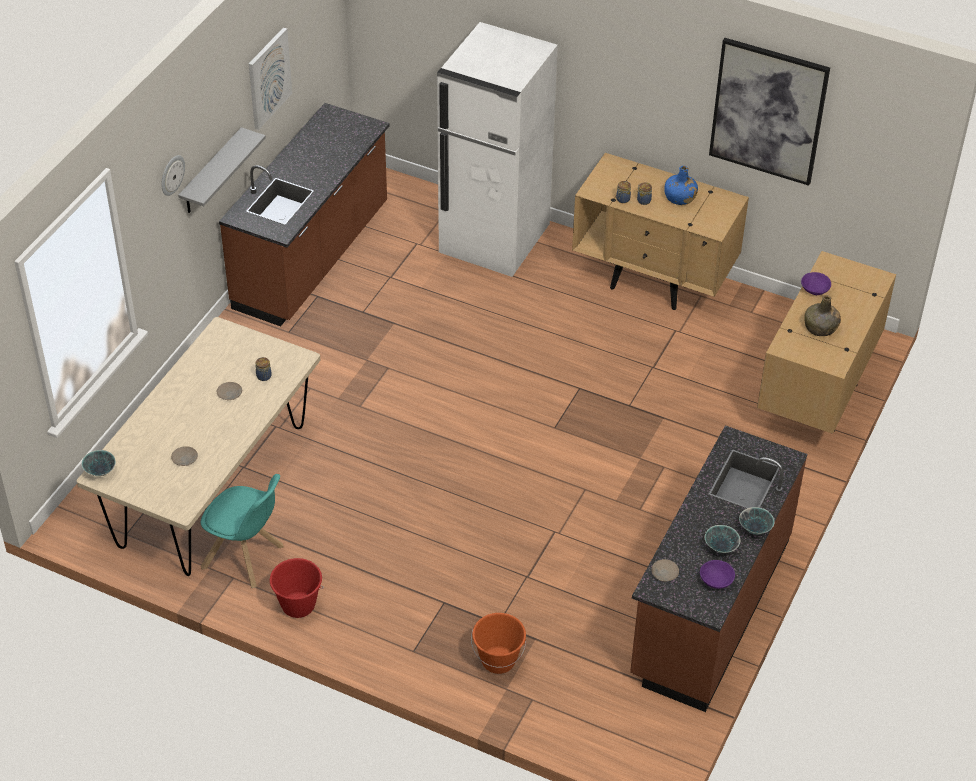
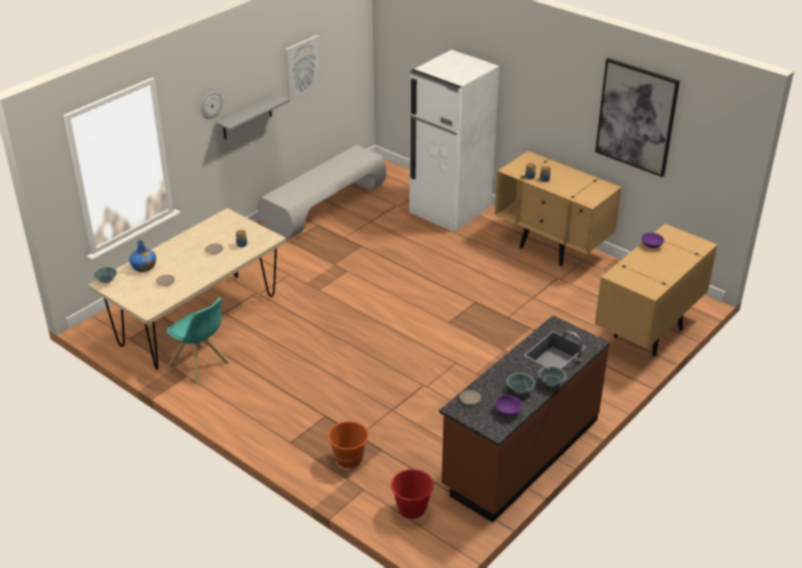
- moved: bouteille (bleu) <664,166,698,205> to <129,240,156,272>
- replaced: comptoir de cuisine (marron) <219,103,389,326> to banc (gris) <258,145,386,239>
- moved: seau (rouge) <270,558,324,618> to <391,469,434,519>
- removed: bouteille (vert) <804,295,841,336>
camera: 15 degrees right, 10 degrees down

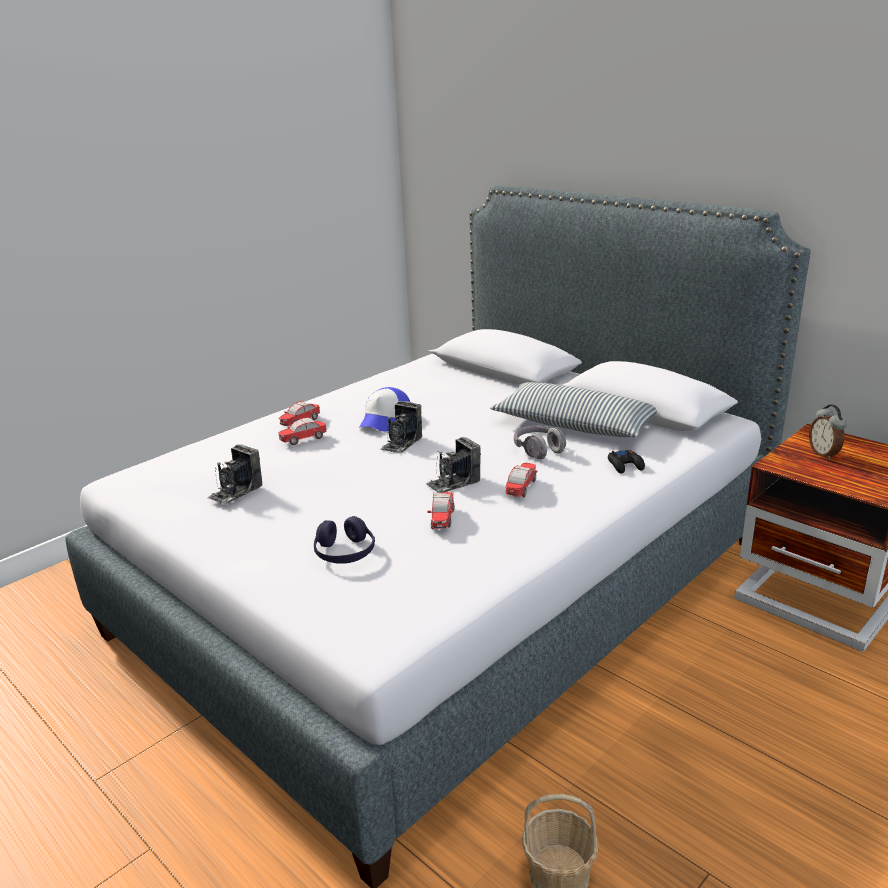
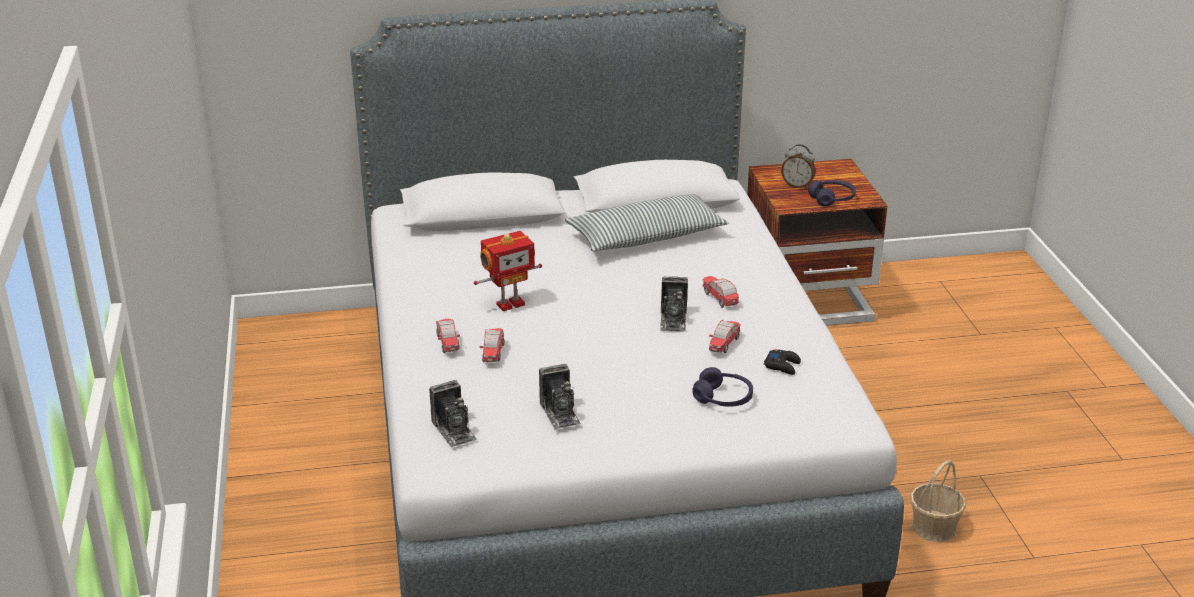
- moved: appareil photo <380,401,422,453> to <429,380,477,447>
- replaced: casquette <359,387,410,432> to robot jouet <473,231,542,311>
- turned: petite voiture <427,492,455,529> = <709,320,741,353> 75 degrees clockwise
- moved: manette (noir) <608,450,645,474> to <764,350,801,375>
- added: casque audio (violet) <808,180,856,207>
- removed: casque audio (gris) <514,426,566,459>
camera: 55 degrees left, 5 degrees up

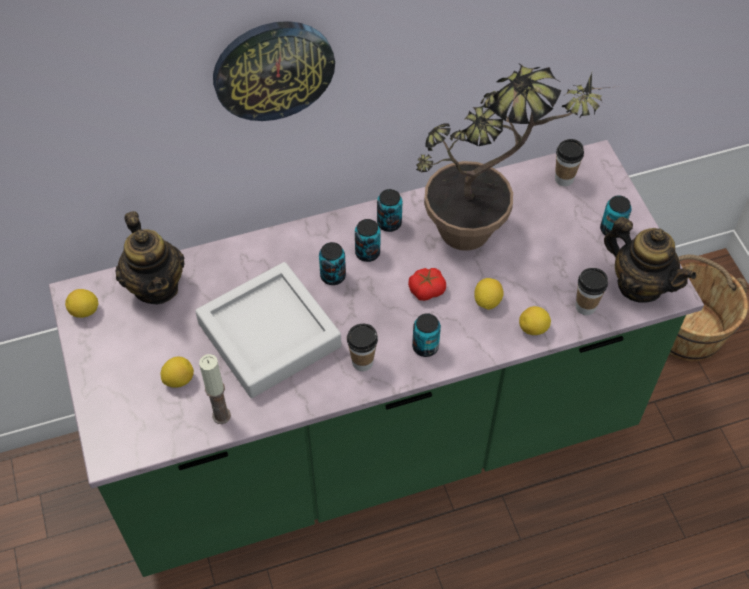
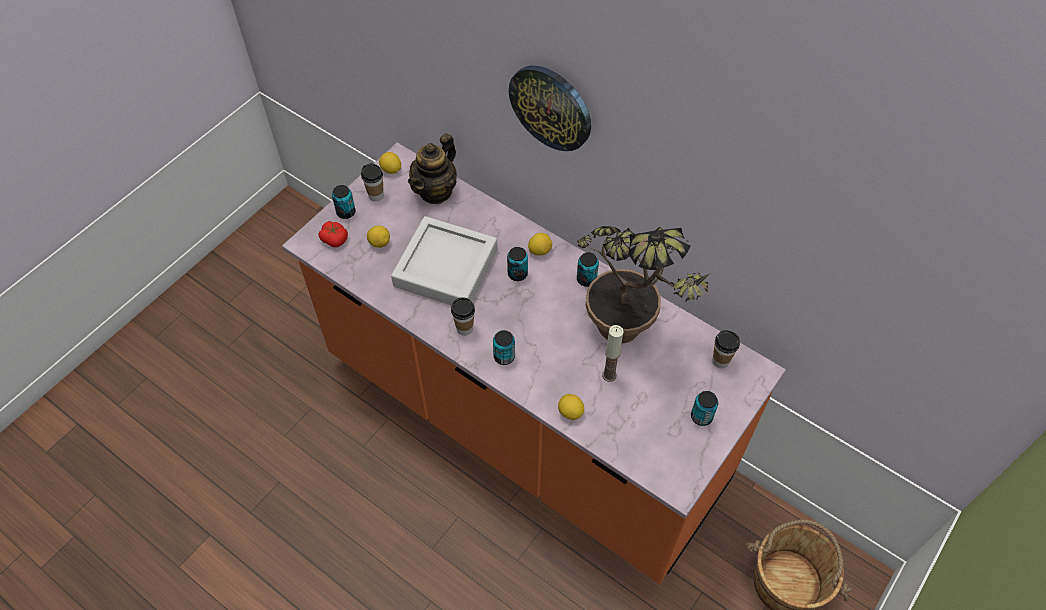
- recoloured: comptoir de cuisine (vert) <49,140,704,577> to comptoir de cuisine (orange) <282,143,786,584>
- moved: tomate <408,268,446,301> to <319,221,348,247>
- moved: boîte métallique <355,219,380,262> to <332,185,356,219>
- moved: tasse <576,268,608,315> to <361,163,384,202>
- moved: citron <474,278,504,310> to <528,233,552,256>
- moved: bougie <199,354,231,424> to <602,325,624,382>
- removed: théière <604,217,696,303>
camera: 55 degrees right, 0 degrees up

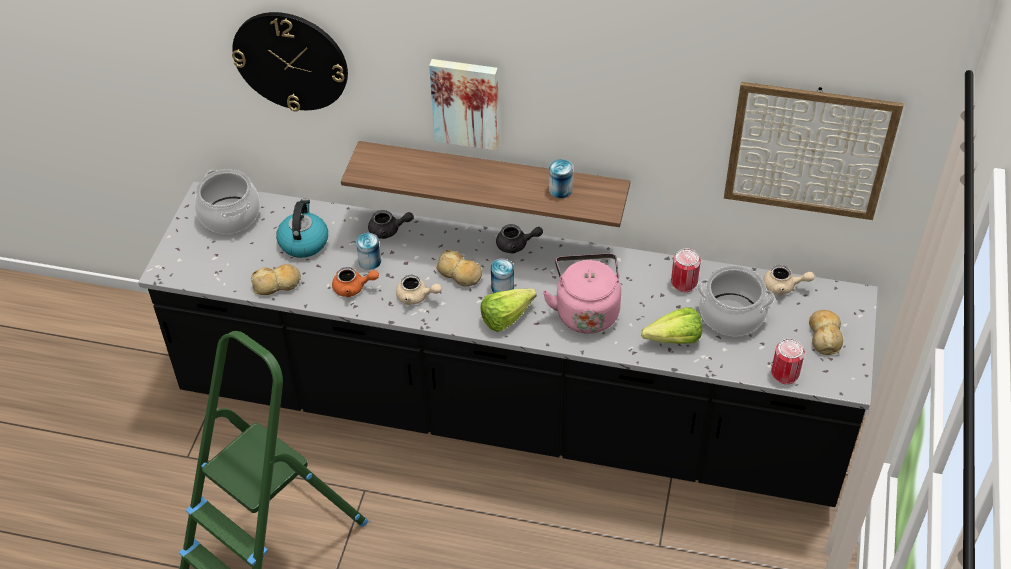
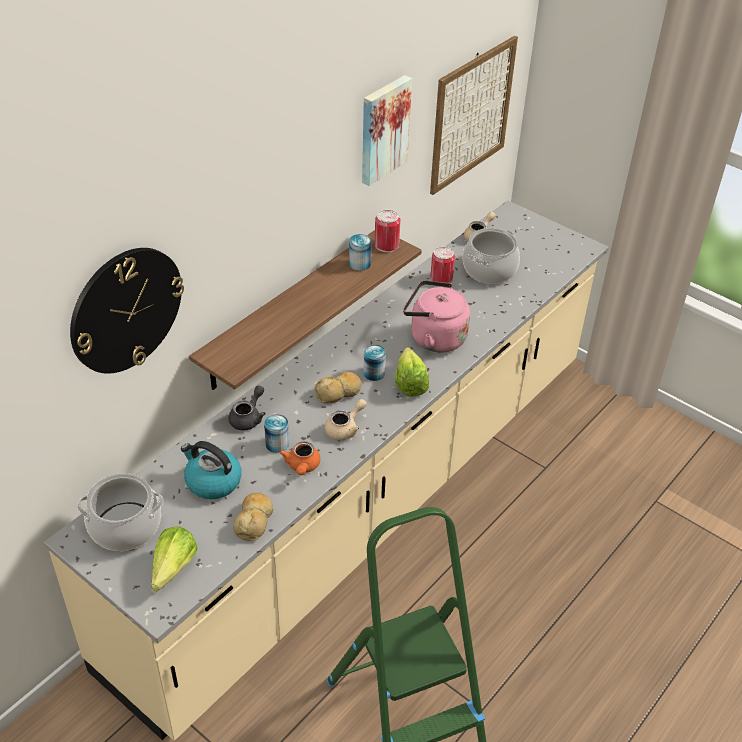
- recoloured: comptoir de cuisine (noir) <138,181,878,507> to comptoir de cuisine (beige) <44,200,609,741>
- moved: laitue <641,307,702,344> to <151,526,198,591>
- turned: théière (orange) <332,267,379,297> = <279,441,320,475> 150 degrees clockwise
- moved: tableau <429,59,499,151> to <362,75,412,186>
- moved: boîte métallique <771,339,805,384> to <374,210,401,252>
- removed: théière (gris) <496,224,543,253>
- removed: pain <809,310,843,355>
camera: 65 degrees left, 5 degrees down

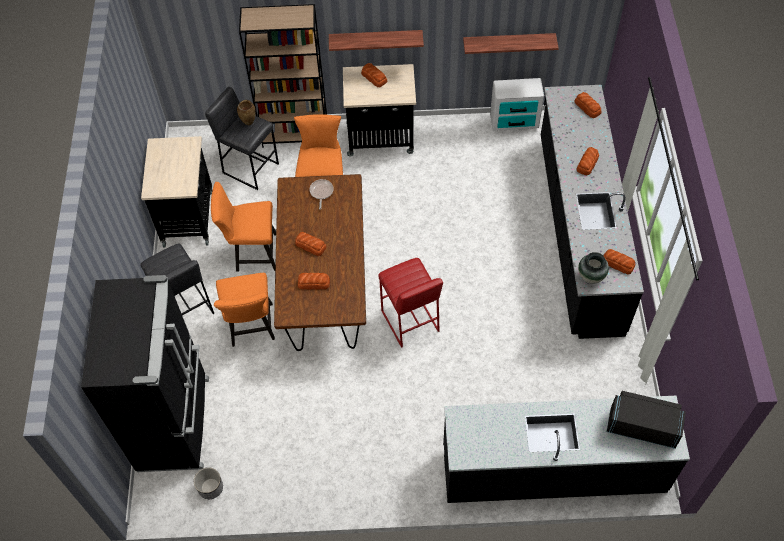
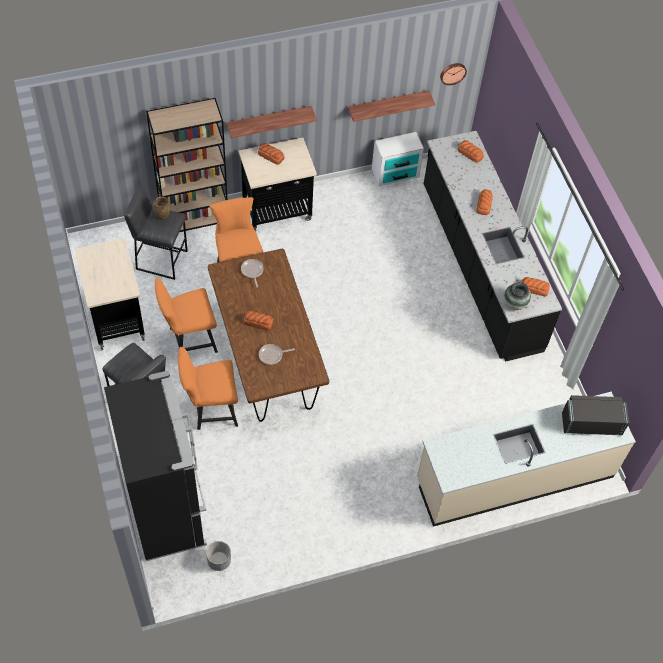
- turned: chaise (orange) <214,273,275,347> = <178,347,238,430> 105 degrees clockwise
- replaced: pain <298,273,330,290> to poêle <259,344,295,365>
- recoloured: comptoir de cuisine (noir) <443,395,690,503> to comptoir de cuisine (beige) <417,392,636,527>
- added: horloge murale <440,63,467,85>
- removed: tabouret (rouge) <378,258,443,348>
camera: 20 degrees left, 0 degrees up

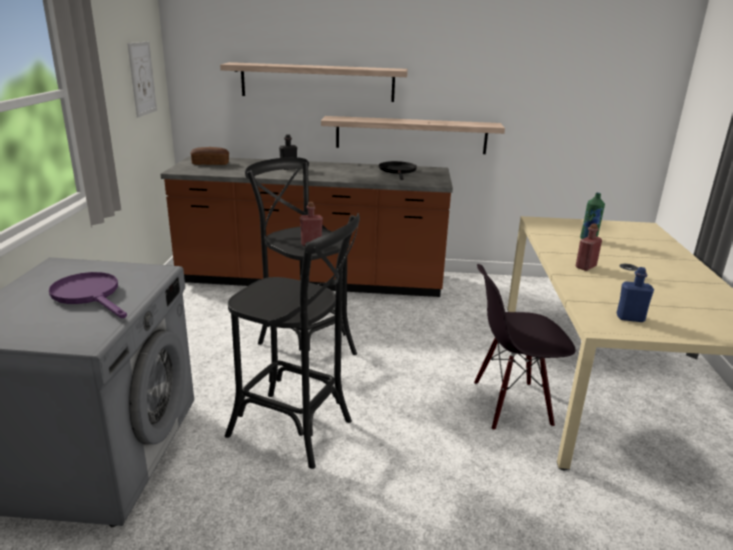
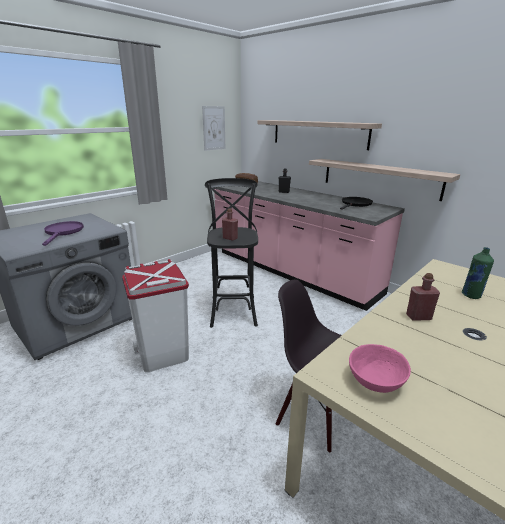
- replaced: tabouret (noir) <225,213,360,469> to poubelle (blanc) <122,259,189,373>
- recoloured: comptoir de cuisine (marron) <161,156,453,297> to comptoir de cuisine (rose) <214,181,405,311>
- replaced: bouteille (bleu) <617,267,654,322> to bol (rose) <349,344,411,393>
camera: 40 degrees right, 0 degrees up

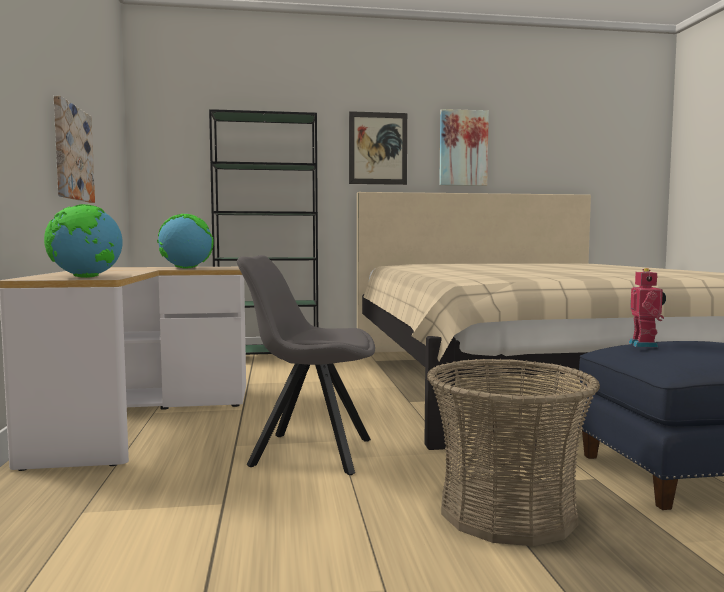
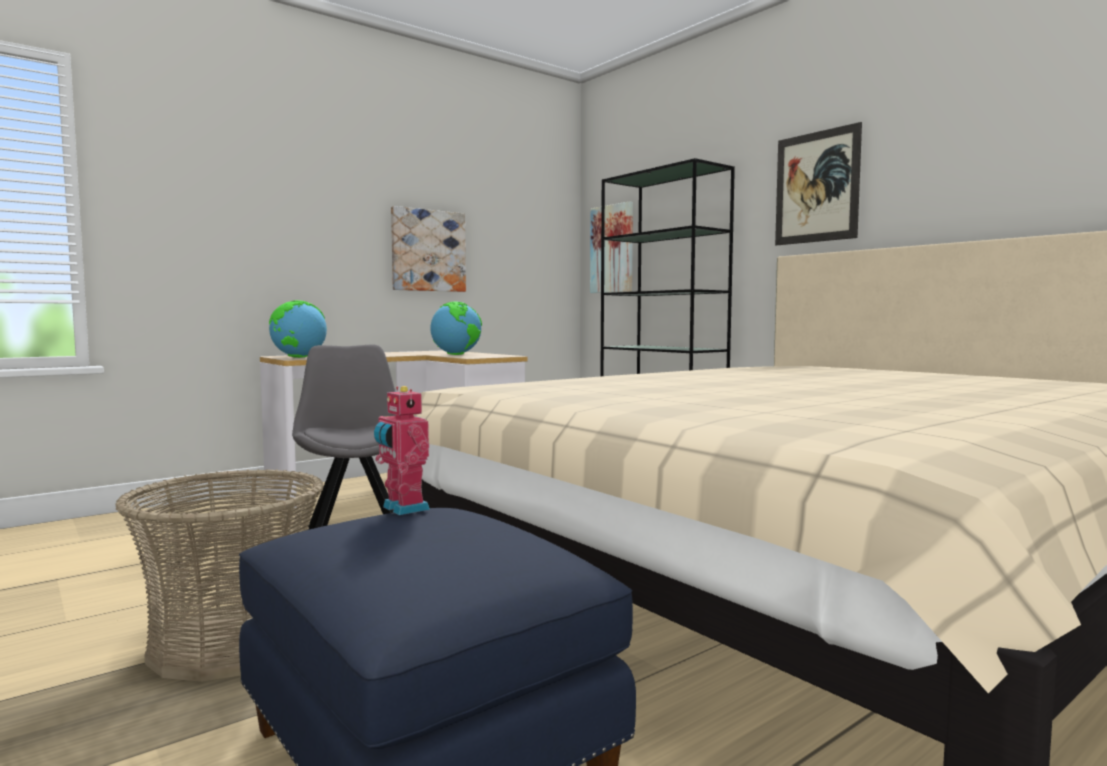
- turned: robot jouet <629,268,666,348> = <374,386,430,515> 75 degrees clockwise
- moved: tableau <439,109,489,186> to <590,201,633,293>
camera: 60 degrees right, 0 degrees up

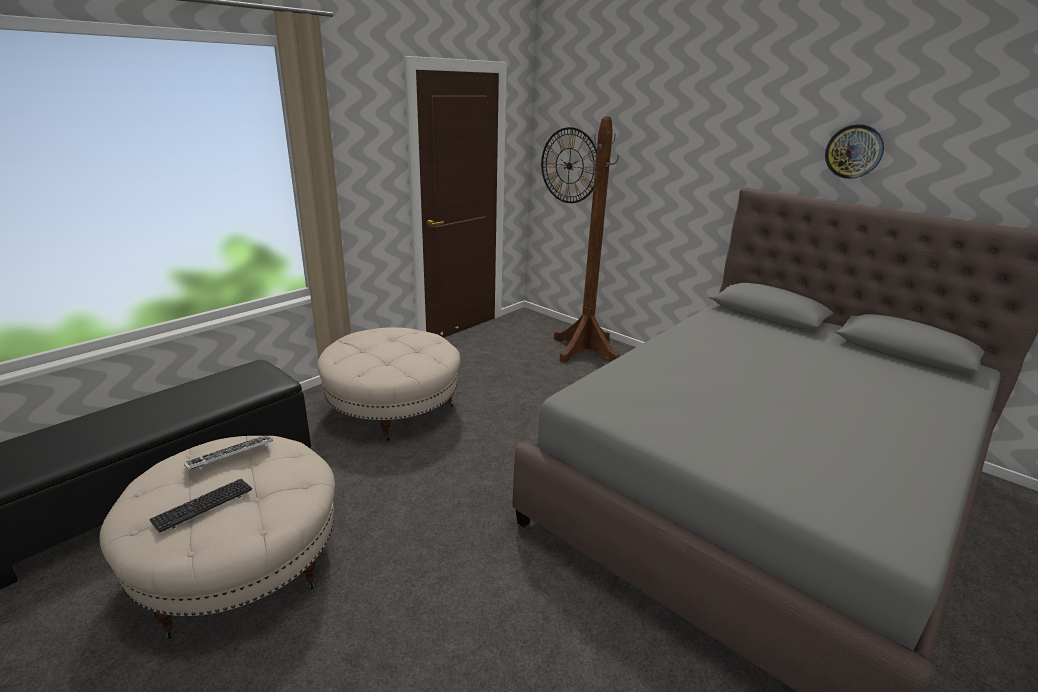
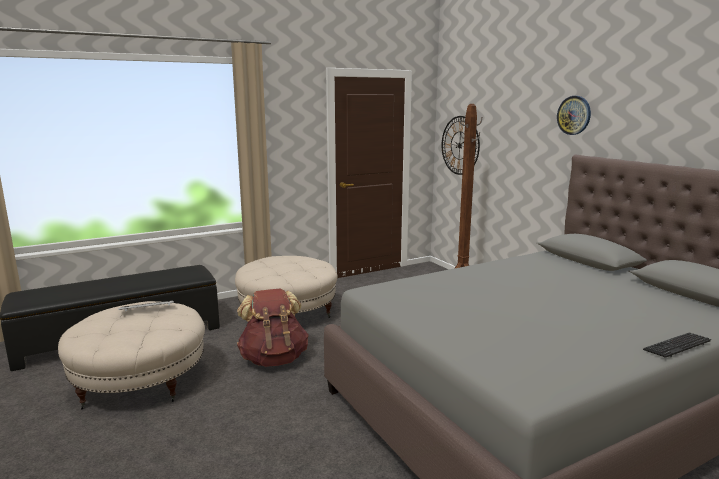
- added: sac à dos (marron) <237,288,309,367>
- moved: horloge murale <825,124,884,179> to <557,96,591,135>
- moved: clavier <149,479,252,533> to <643,333,711,358>
camera: 20 degrees right, 10 degrees down

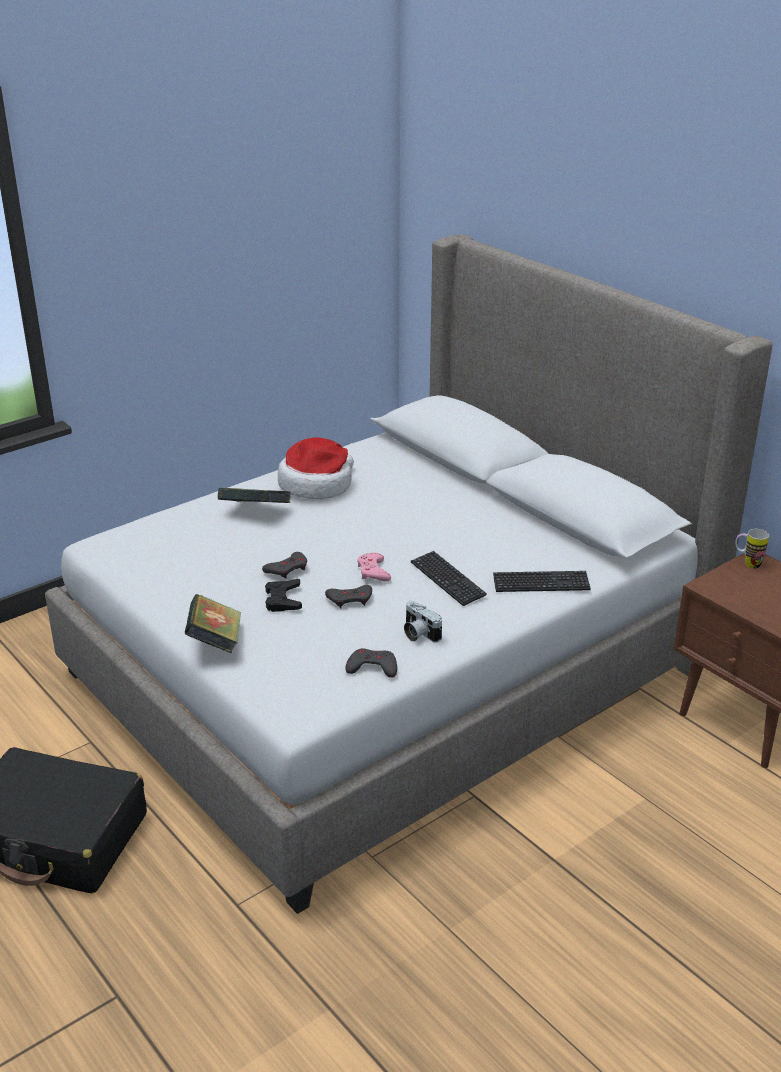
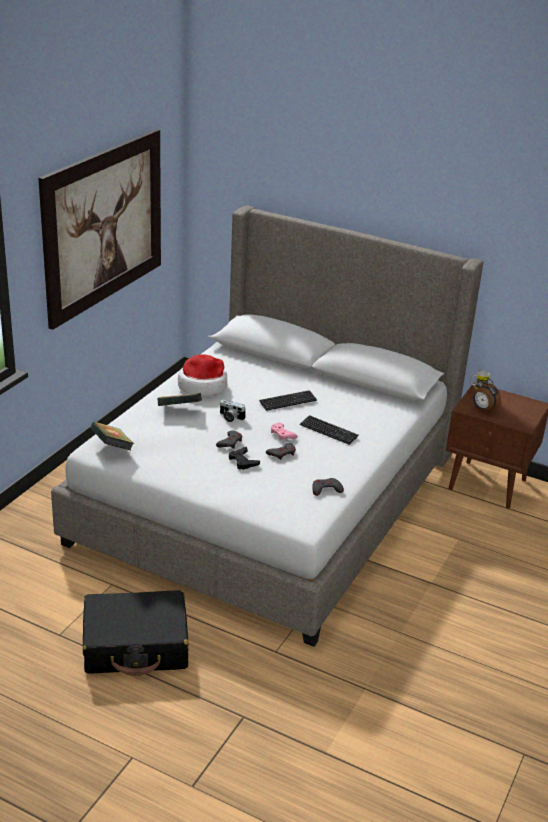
- added: tableau <38,129,161,330>
- moved: livre <185,594,241,654> to <90,422,134,451>
- moved: appareil photo <404,601,442,643> to <220,400,246,422>
- moved: clavier <493,571,591,592> to <259,390,317,411>
- added: réveil <473,377,501,412>
camera: 25 degrees left, 0 degrees up

